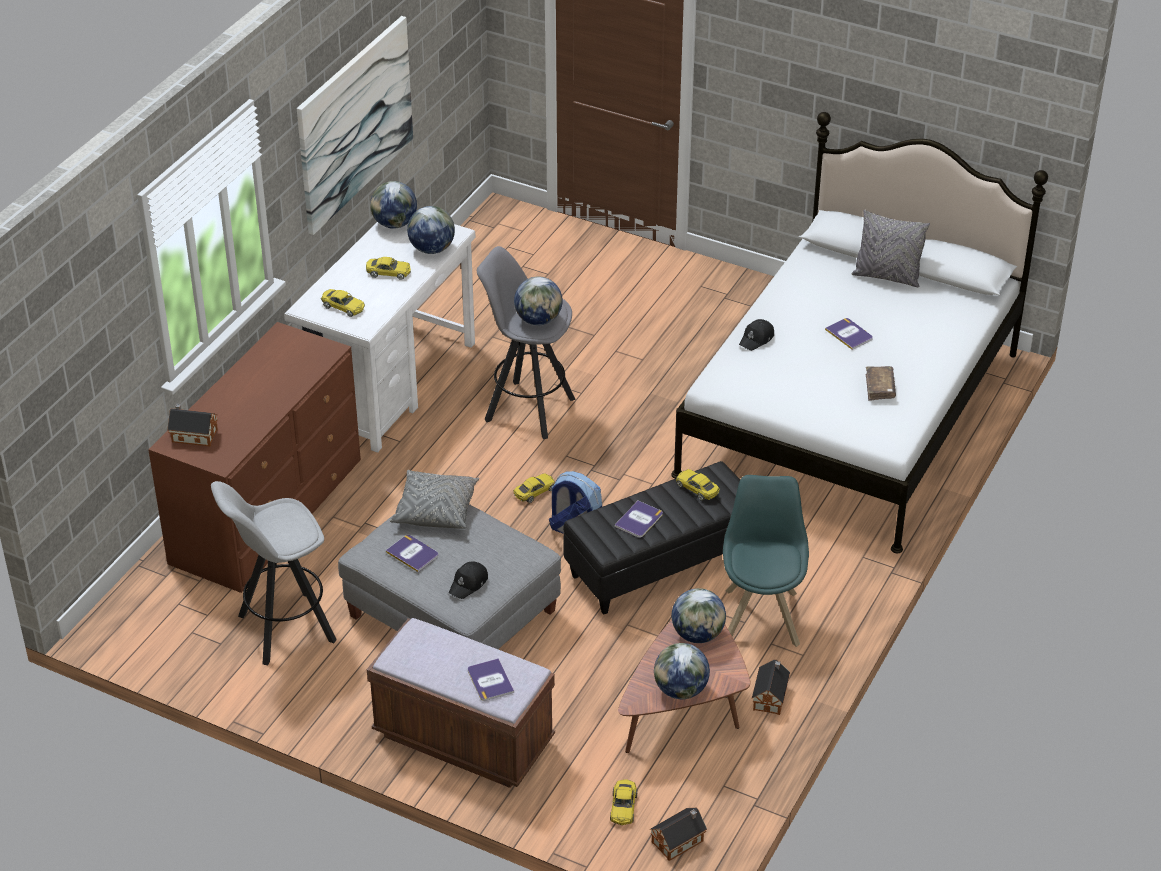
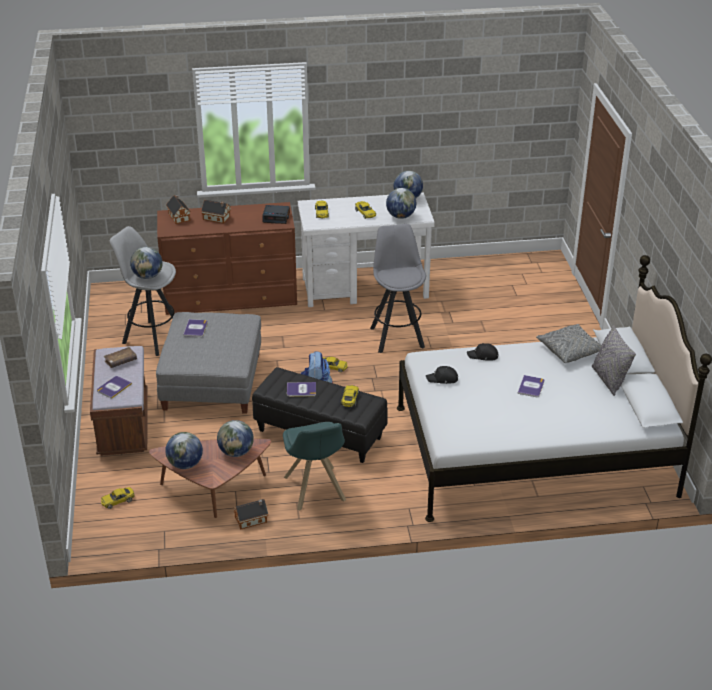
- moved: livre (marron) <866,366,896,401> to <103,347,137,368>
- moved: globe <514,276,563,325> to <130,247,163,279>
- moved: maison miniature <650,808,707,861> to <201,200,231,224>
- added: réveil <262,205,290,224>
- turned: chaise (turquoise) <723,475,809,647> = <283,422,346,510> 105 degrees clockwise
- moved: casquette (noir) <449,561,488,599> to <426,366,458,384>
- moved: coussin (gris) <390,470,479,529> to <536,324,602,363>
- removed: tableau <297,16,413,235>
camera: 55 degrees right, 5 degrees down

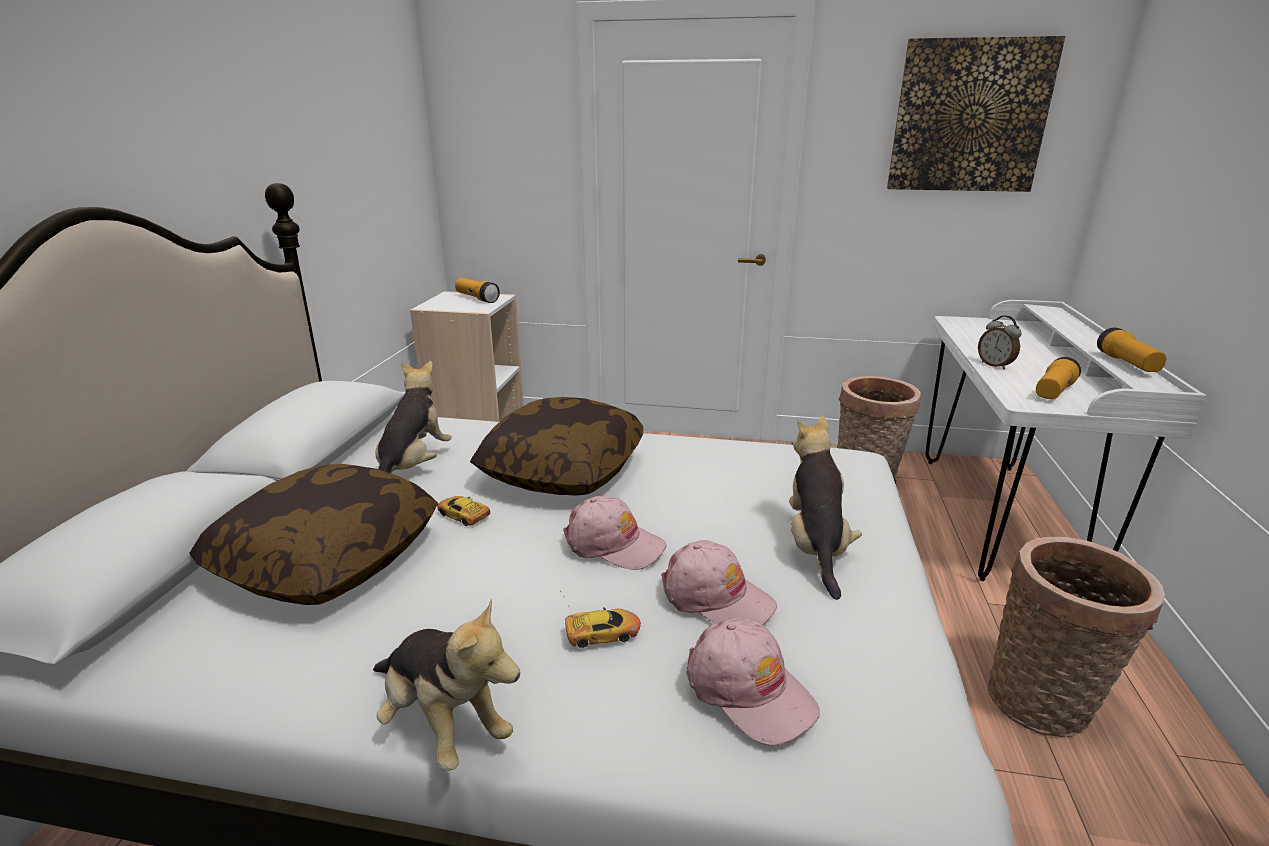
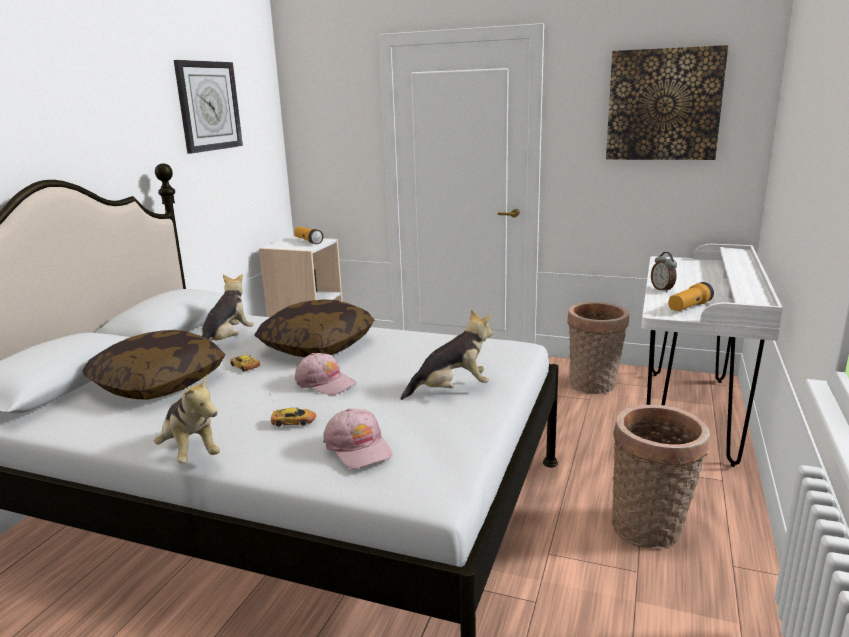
- added: horloge murale <174,60,243,153>
- turned: peluche <789,416,862,600> = <400,309,493,400> 60 degrees clockwise
- removed: casquette (rose) <661,540,777,625>
- removed: lampe de poche <1097,327,1166,372>
camera: 10 degrees right, 5 degrees down

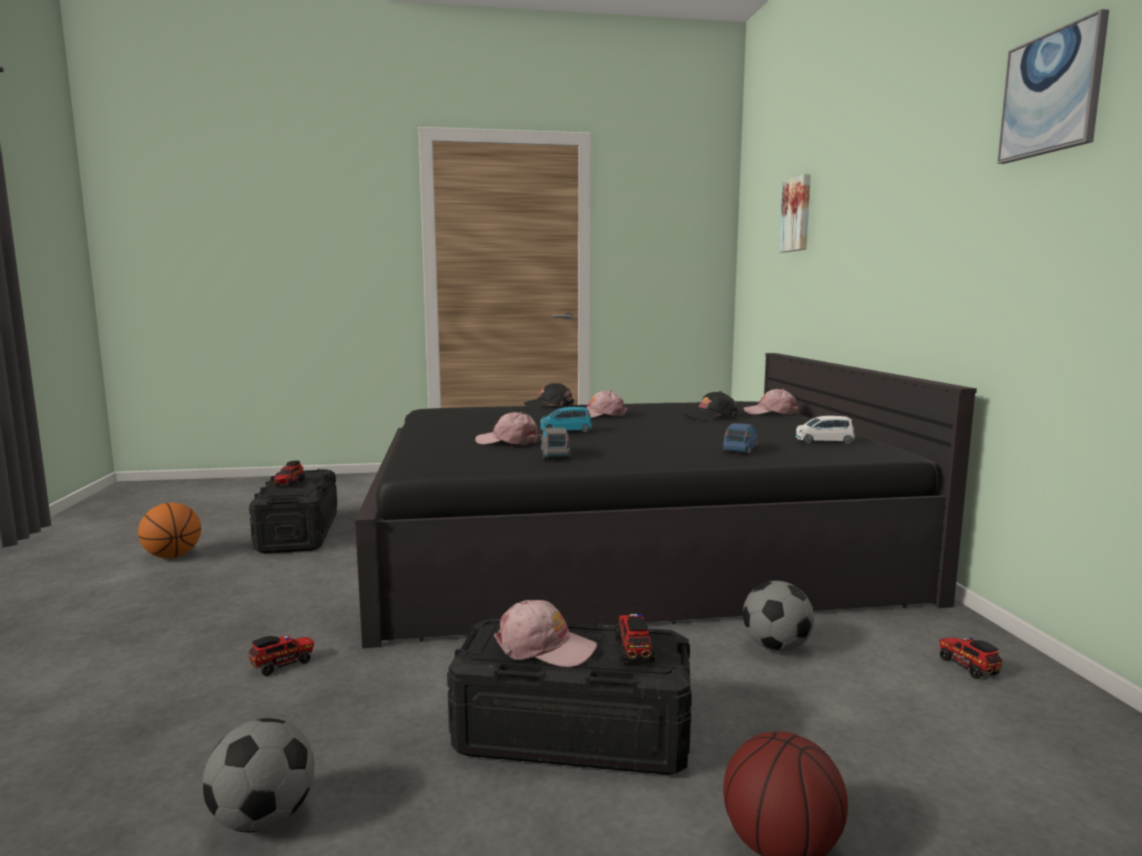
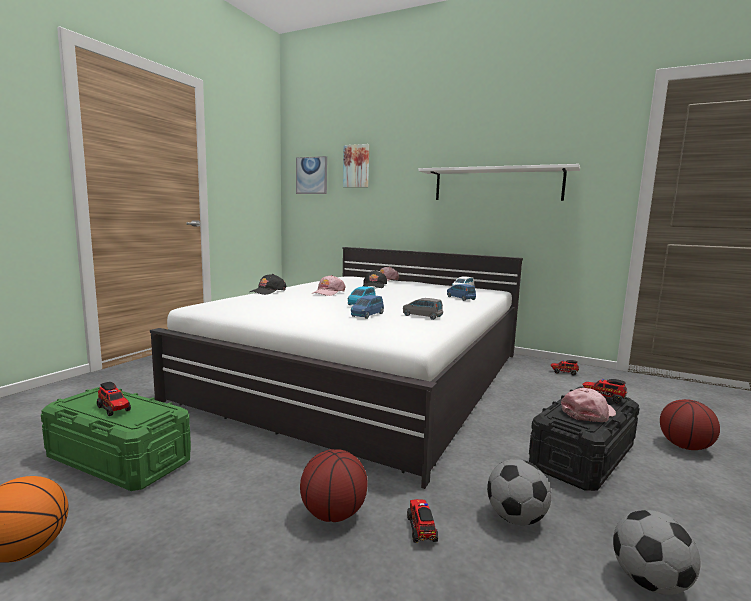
- recoloured: boîte de rangement (noir) <249,469,337,554> to boîte de rangement (vert) <41,387,191,491>
- recoloured: lit (noir) <355,353,977,648> to lit (blanc) <150,247,523,489>
- moved: tableau <997,9,1109,164> to <296,156,327,194>
- added: ballon de basket <300,449,368,522>
- replaced: casquette (rose) <475,412,541,445> to petite voiture (bleu) <351,295,384,319>
- added: étagère (blanc) <418,164,580,201>
- moved: ballon de foot <743,581,814,652> to <487,459,551,525>
camera: 55 degrees left, 0 degrees up

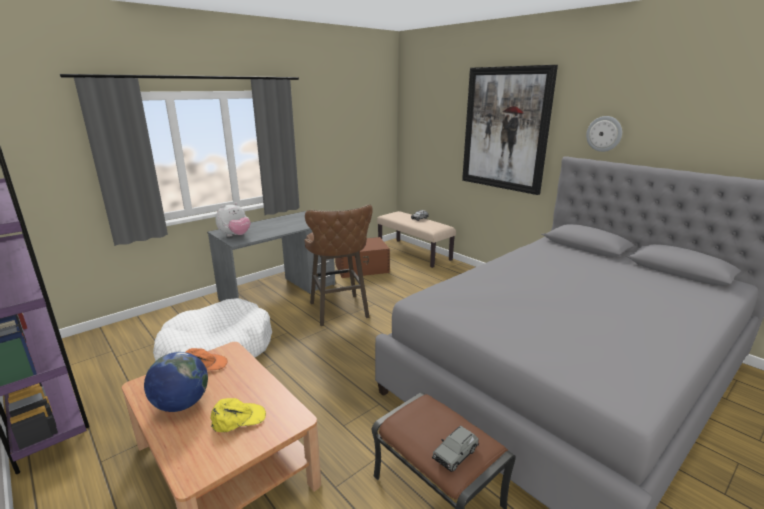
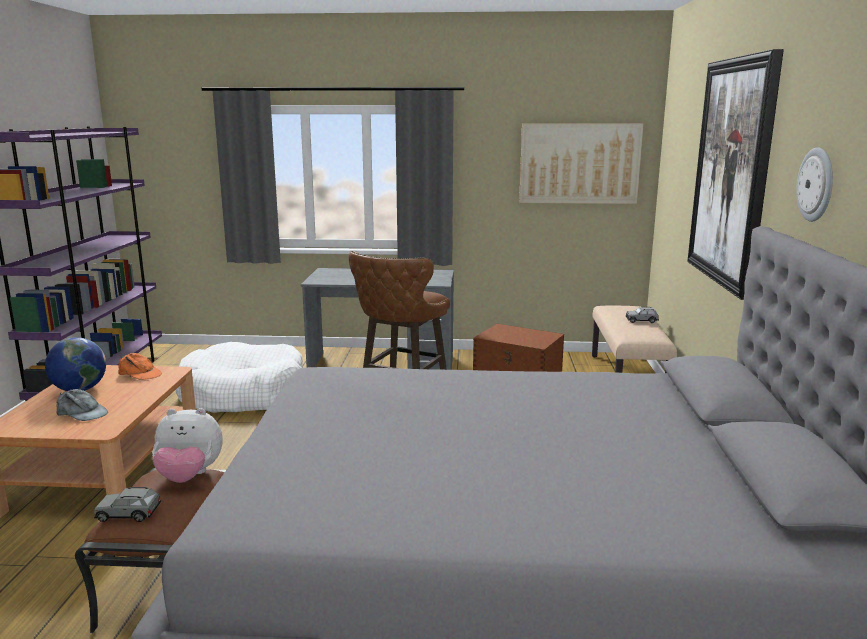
- recoloured: casquette (jaune) <210,398,266,432> to casquette (gris) <56,389,108,421>
- moved: peluche <215,202,251,237> to <152,408,223,483>
- added: tableau <519,123,644,204>
camera: 45 degrees right, 5 degrees down

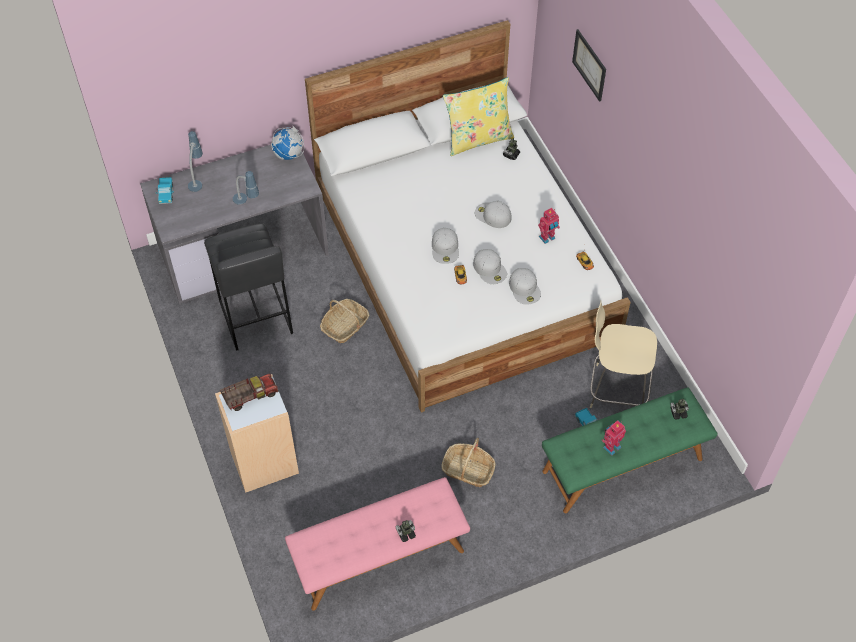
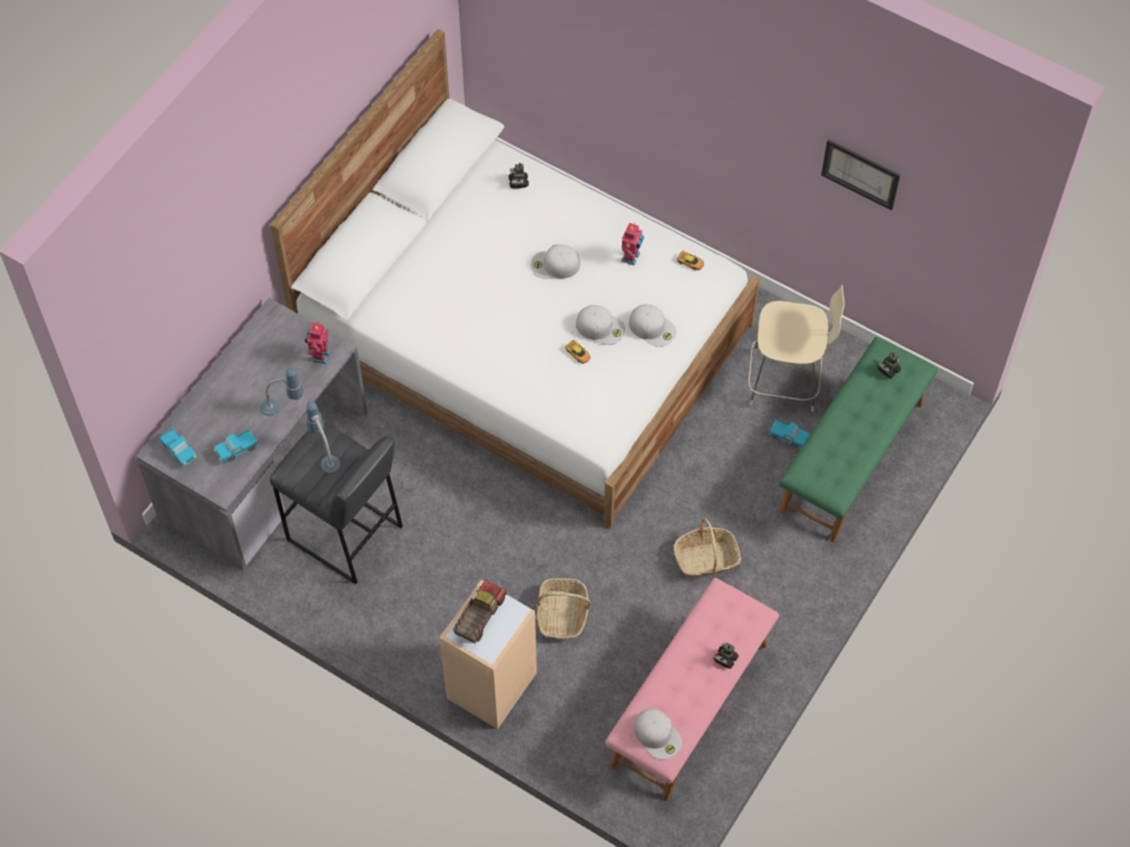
- added: camion jouet <214,429,259,463>
- moved: robot jouet <602,421,626,455> to <305,321,331,364>
- moved: lampe de table <188,131,203,192> to <306,402,341,474>
- moved: panier <320,299,369,343> to <537,578,591,639>
- moved: casquette (blanc) <432,228,459,264> to <634,709,682,760>
- turned: chaise (beige) <590,300,657,408> = <748,285,845,412> 150 degrees counterclockwise
- moved: tableau <572,29,606,102> to <821,139,900,210>
- removed: globe <271,125,304,160>
- removed: coussin (jaune) <443,77,514,156>
camera: 35 degrees left, 5 degrees up

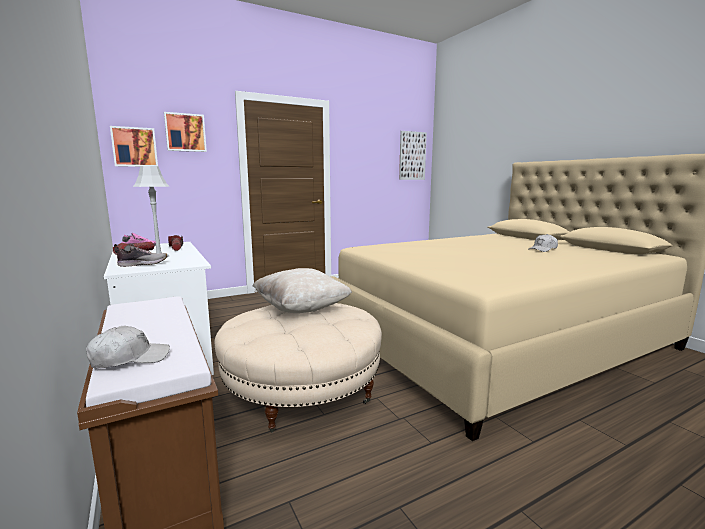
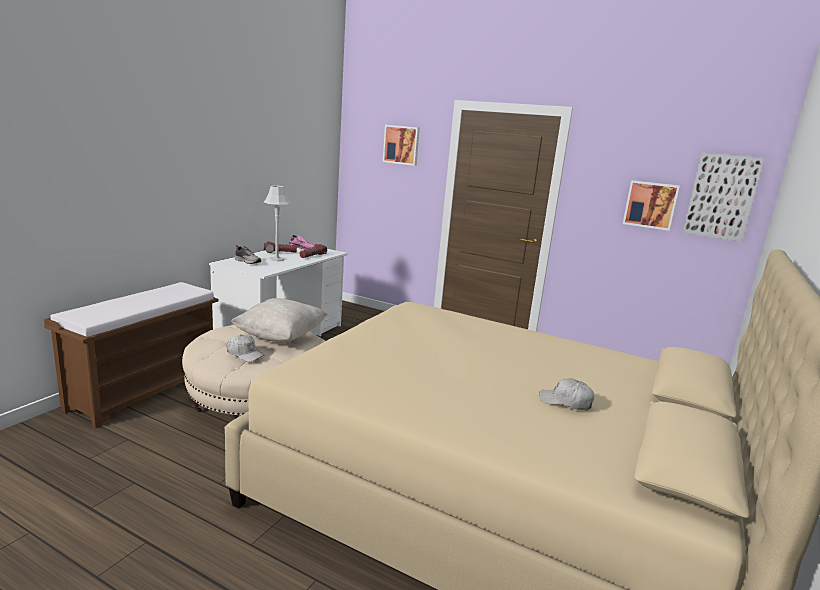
- moved: casquette (blanc) <86,326,170,369> to <226,335,265,362>
- moved: tableau <110,126,158,167> to <623,180,680,231>
camera: 55 degrees right, 5 degrees up

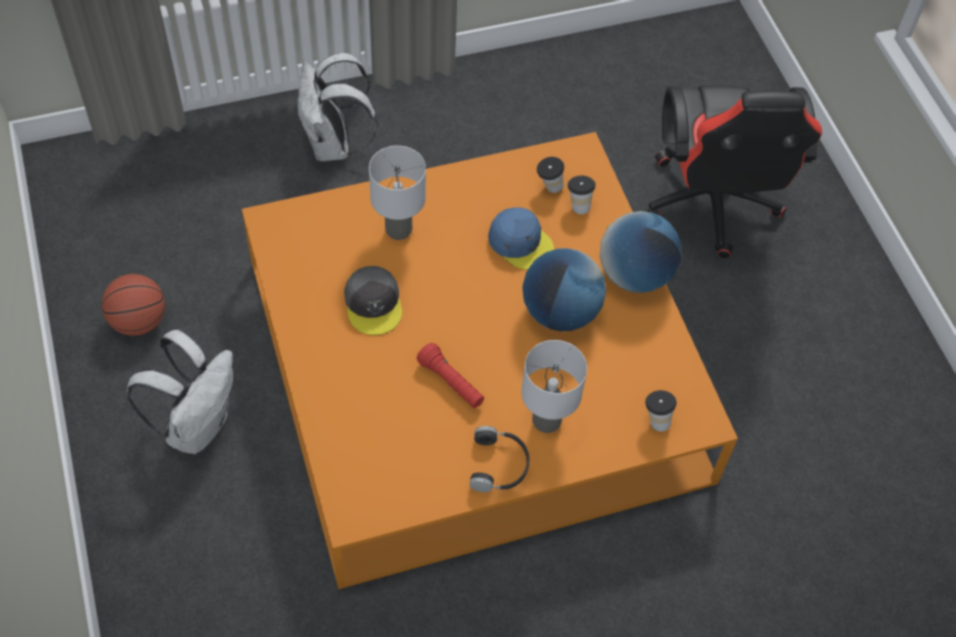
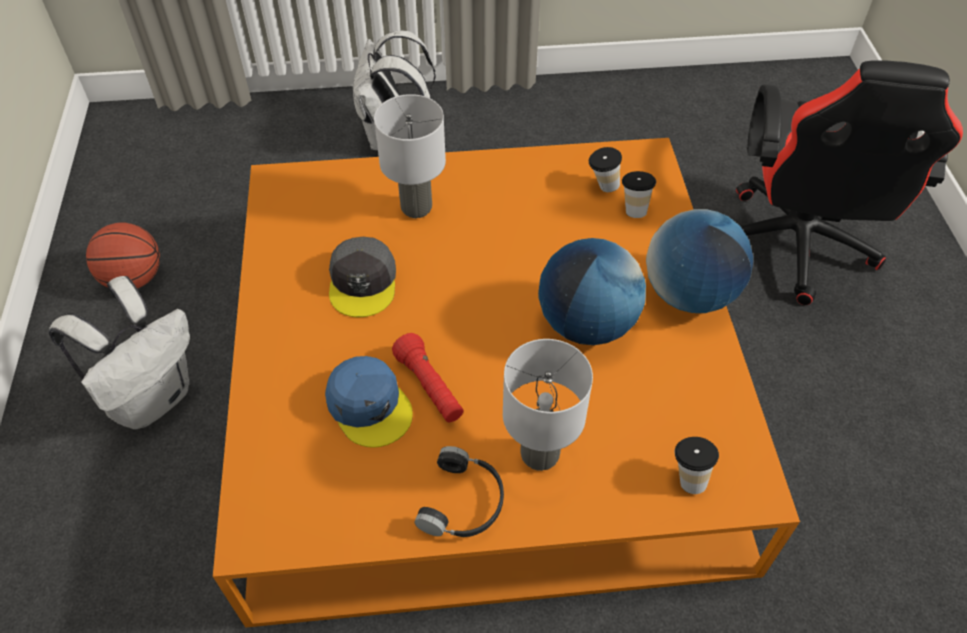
- moved: casquette (bleu) <488,207,554,270> to <325,356,413,448>
camera: 15 degrees right, 5 degrees down

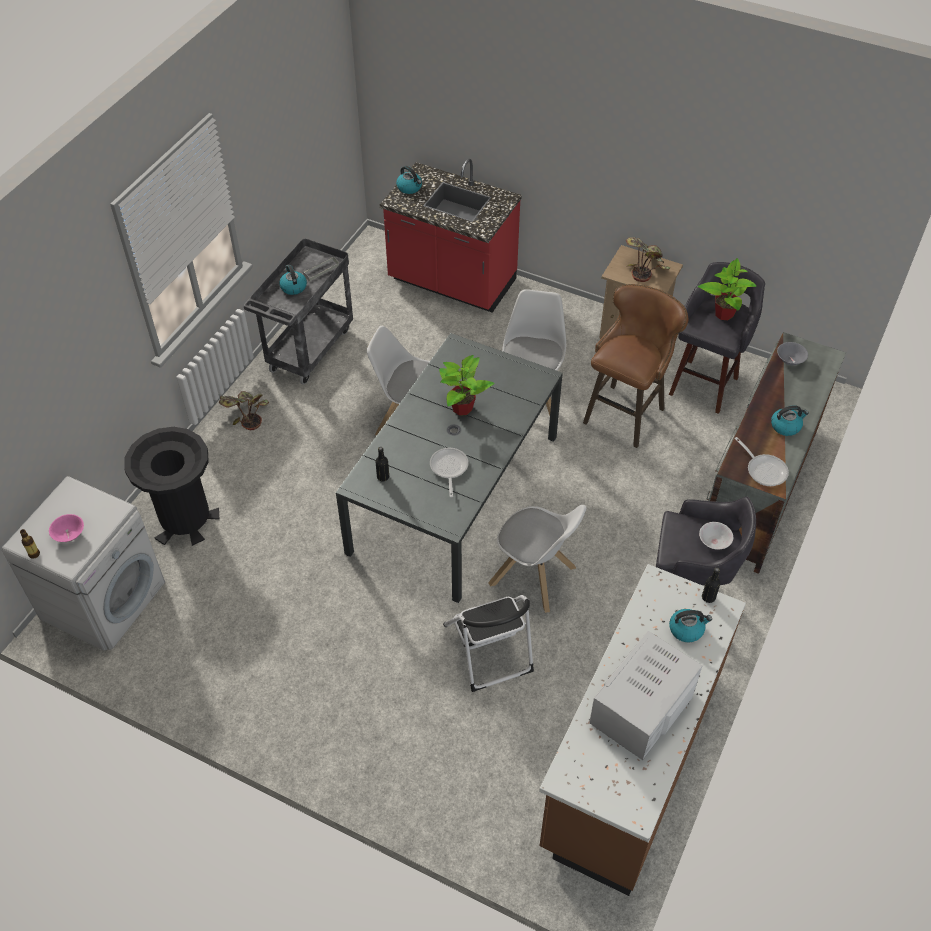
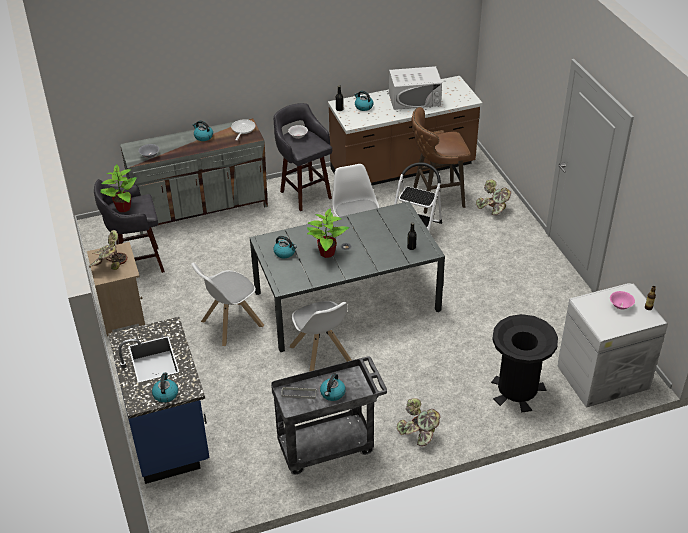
- recoloured: comptoir de cuisine (rouge) <380,159,522,313> to comptoir de cuisine (bleu) <108,317,210,484>
- added: bouilloire <273,236,297,258>
- moved: tabouret (marron) <583,284,688,448> to <411,107,471,214>
- added: plante en pot <476,179,511,215>
- removed: poêle <430,448,469,498>
camera: 135 degrees left, 10 degrees down

